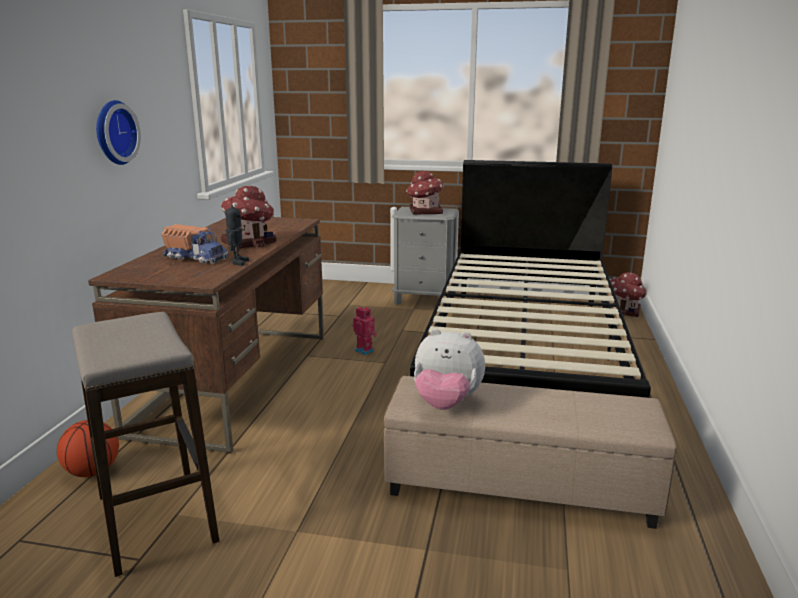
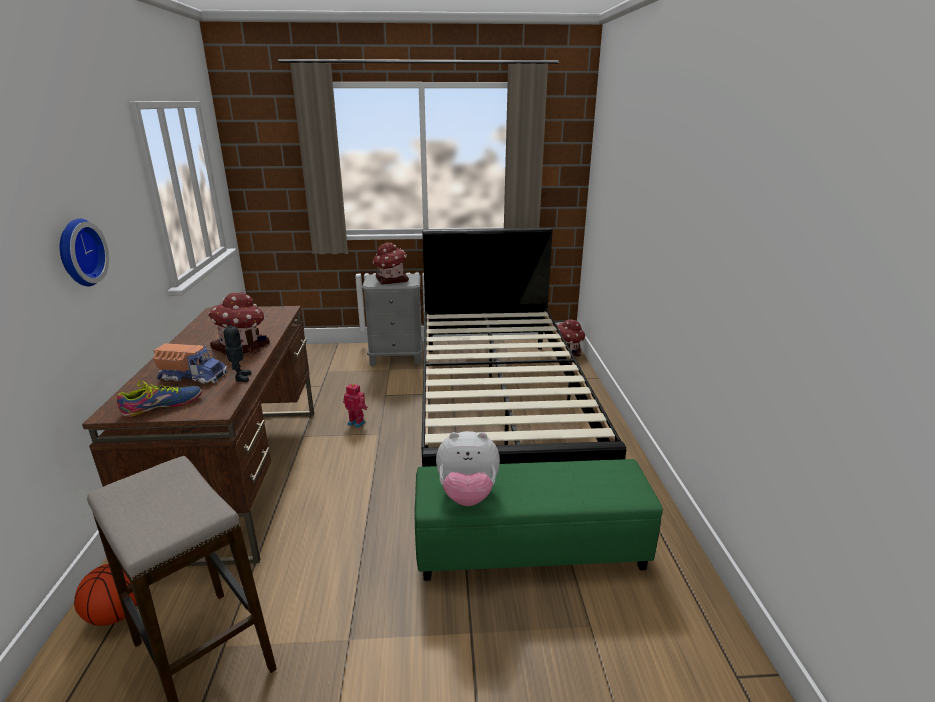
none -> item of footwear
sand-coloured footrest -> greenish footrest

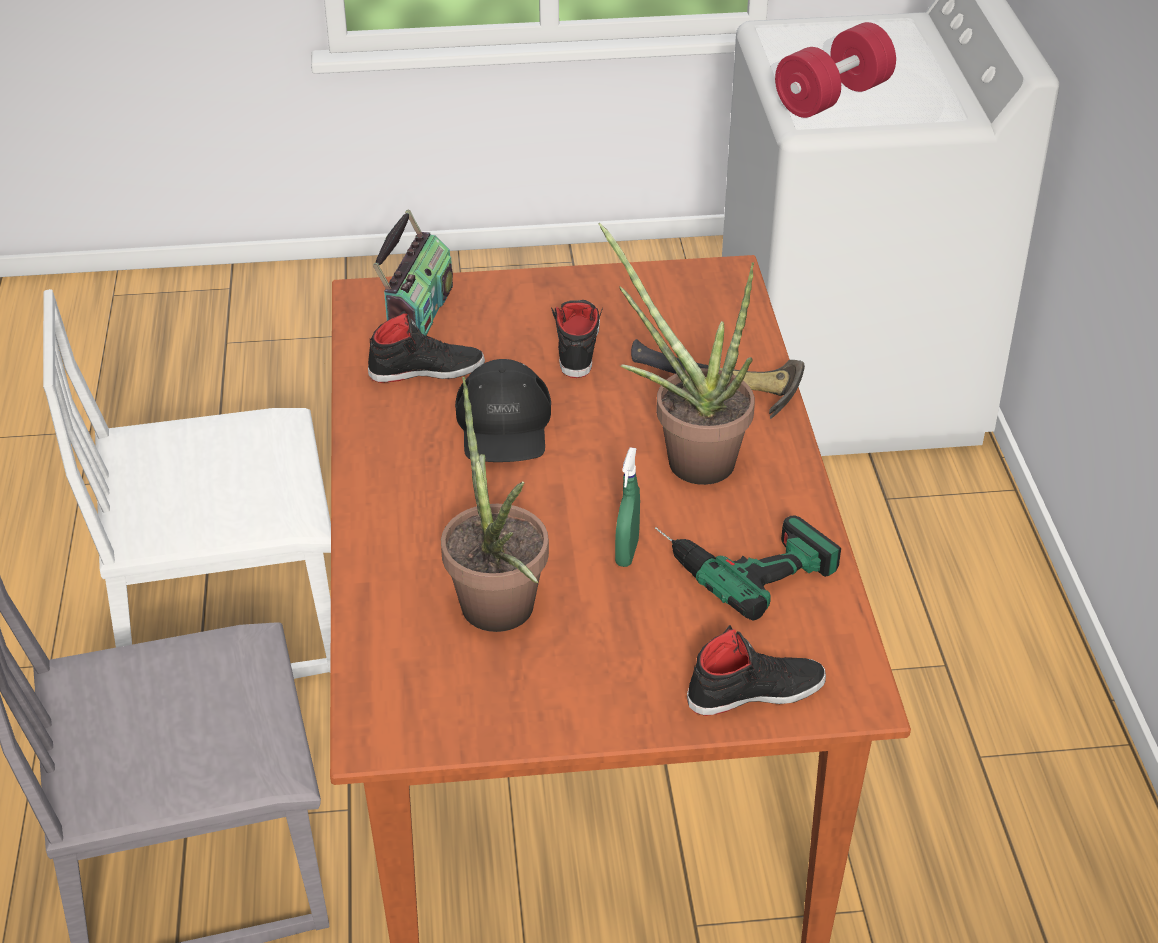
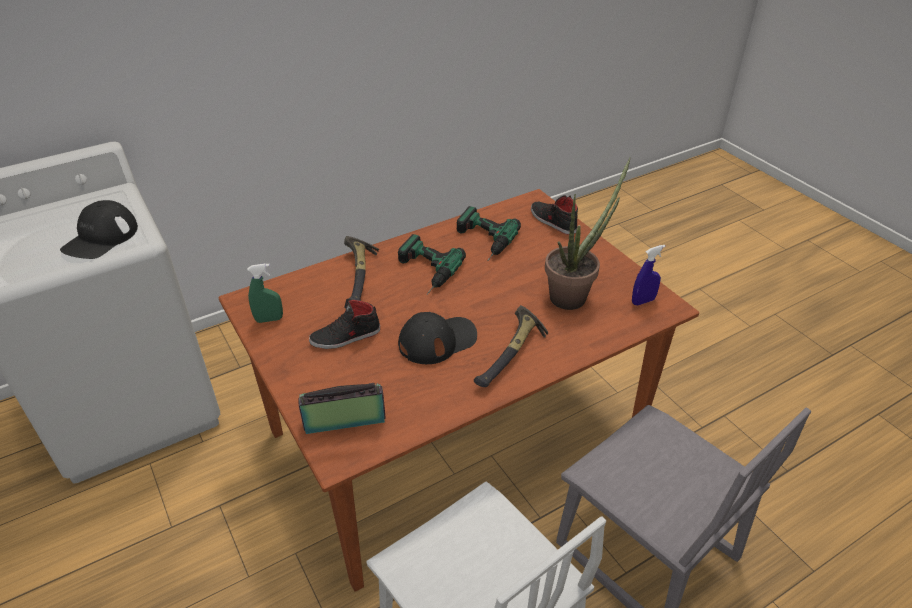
blackish item of footwear (no. 1 from left) -> none
none -> tool hammer (no. 2 from left)
none -> blue spray bottle
greenish spray bottle, relocated
potted plant (no. 2 from left) -> power drill (no. 1 from left)
red dumbbell -> blackish baseball cap (no. 1 from left)

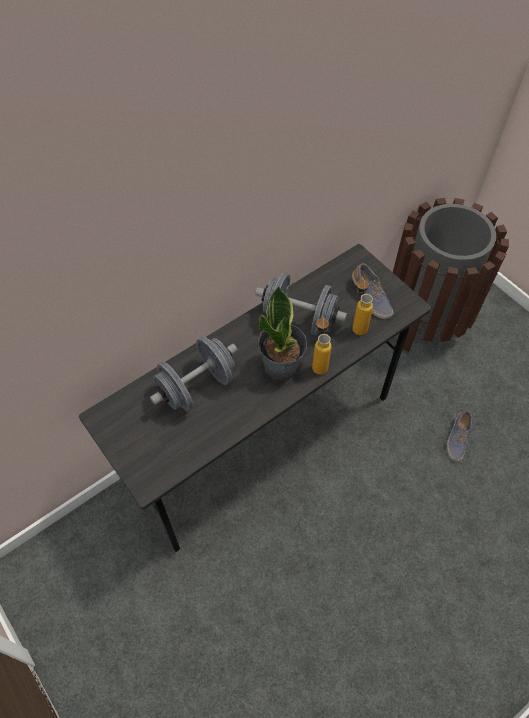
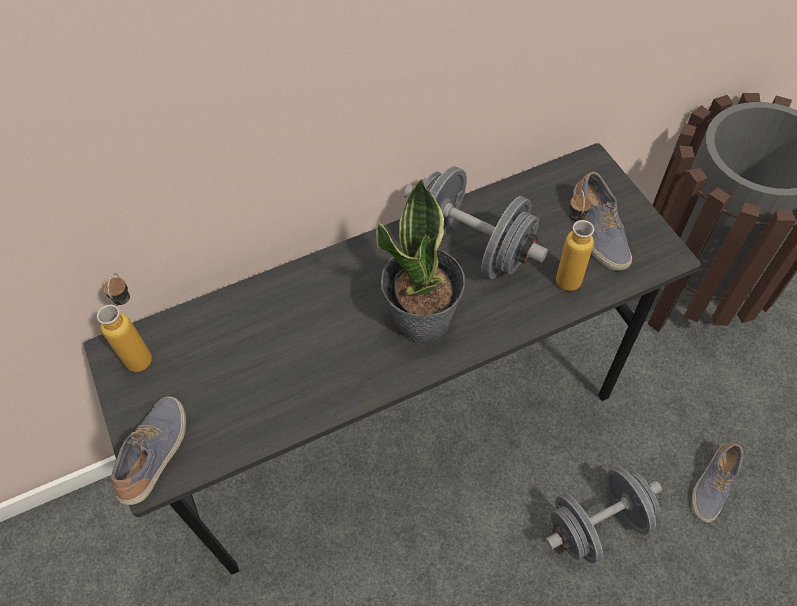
none -> item of footwear (no. 1 from left)
grey dumbbell (no. 1 from left in the first image) -> grey dumbbell (no. 2 from left), relocated
beverage bottle (no. 1 from left), relocated

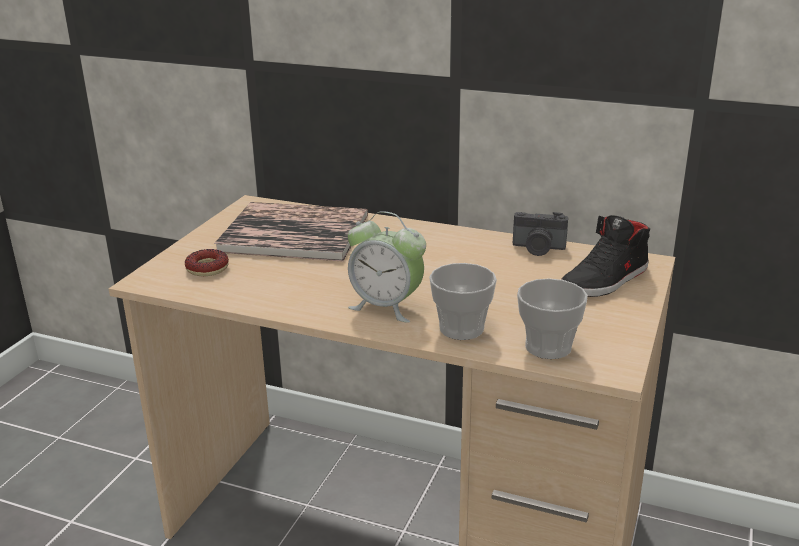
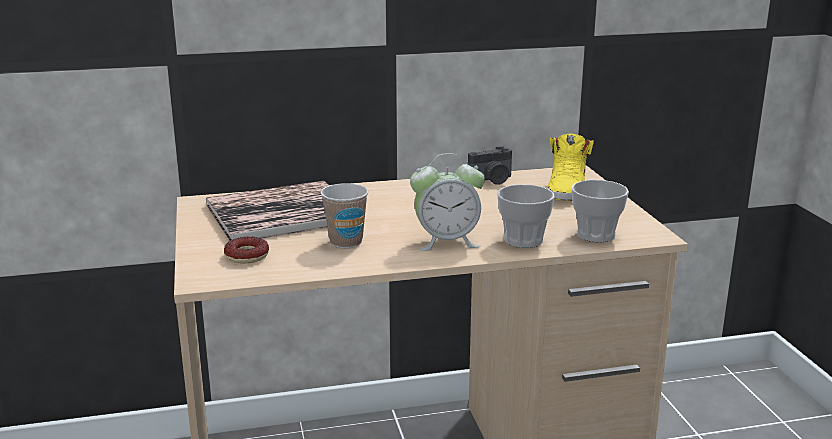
none -> drinking cup (no. 1 from left)
blackish item of footwear -> yellow item of footwear

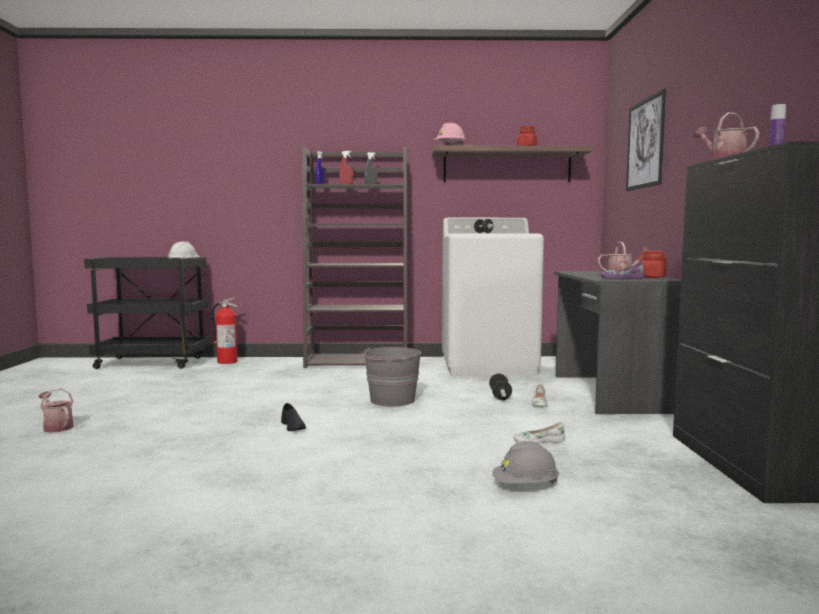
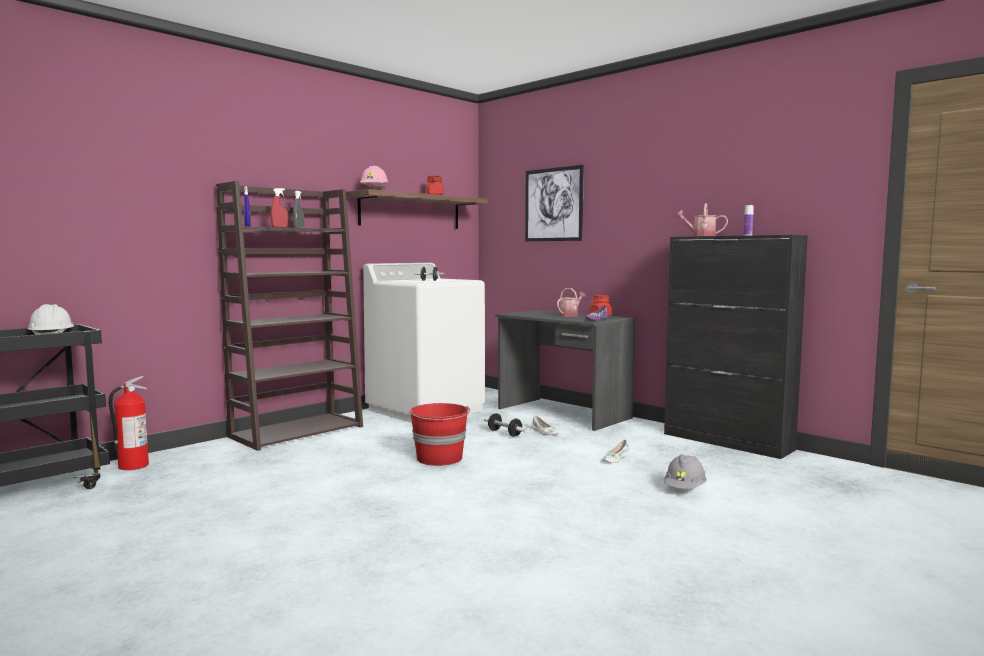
watering pot (no. 1 from left) -> none
blackish item of footwear -> none
grey water bucket -> red water bucket

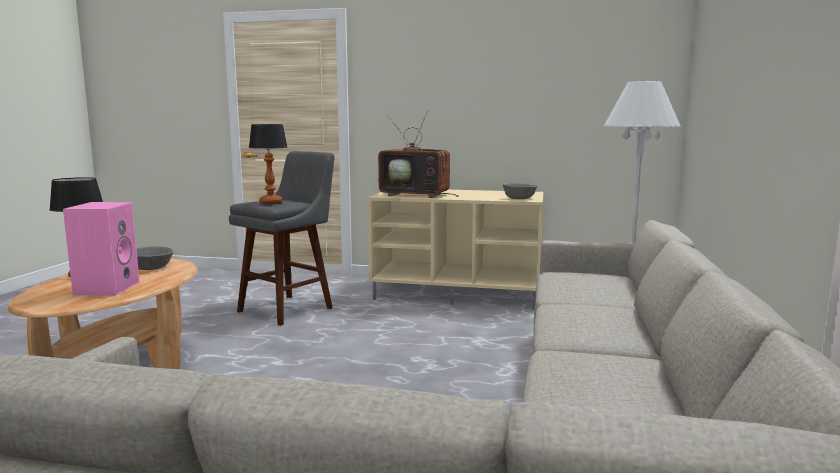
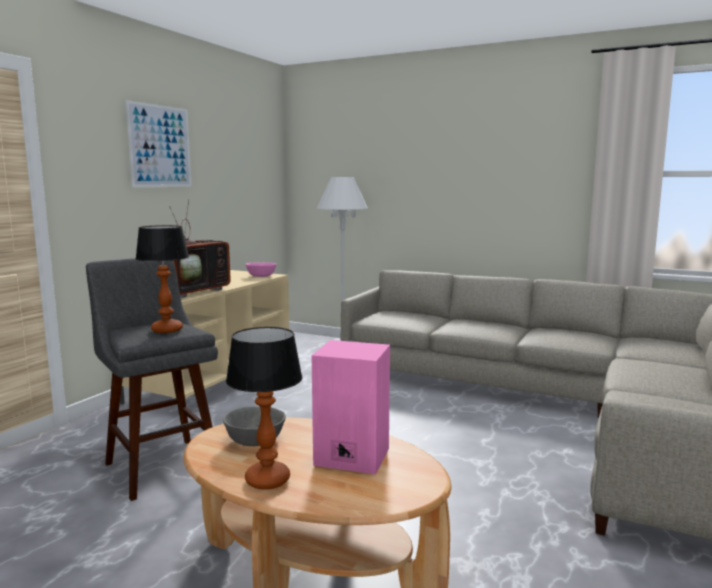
none -> picture
grey bowl (no. 2 from left) -> pink bowl

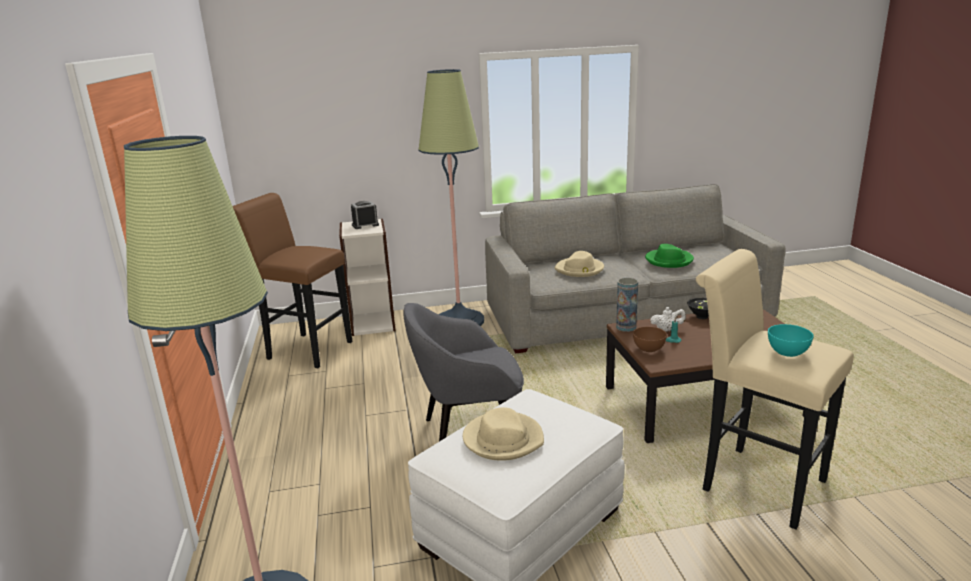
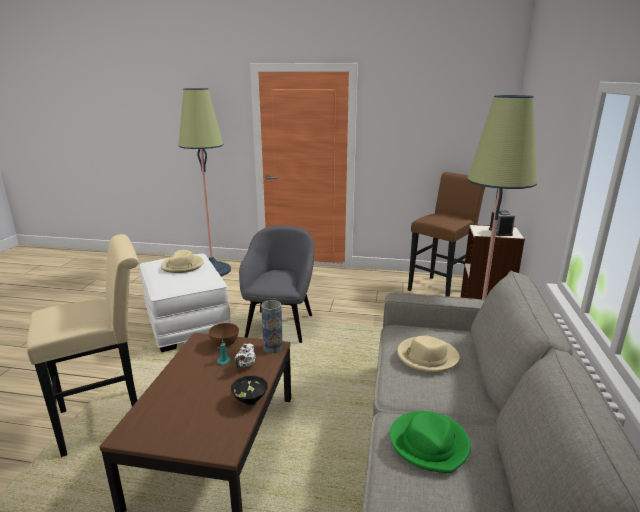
turquoise-coloured bowl -> none

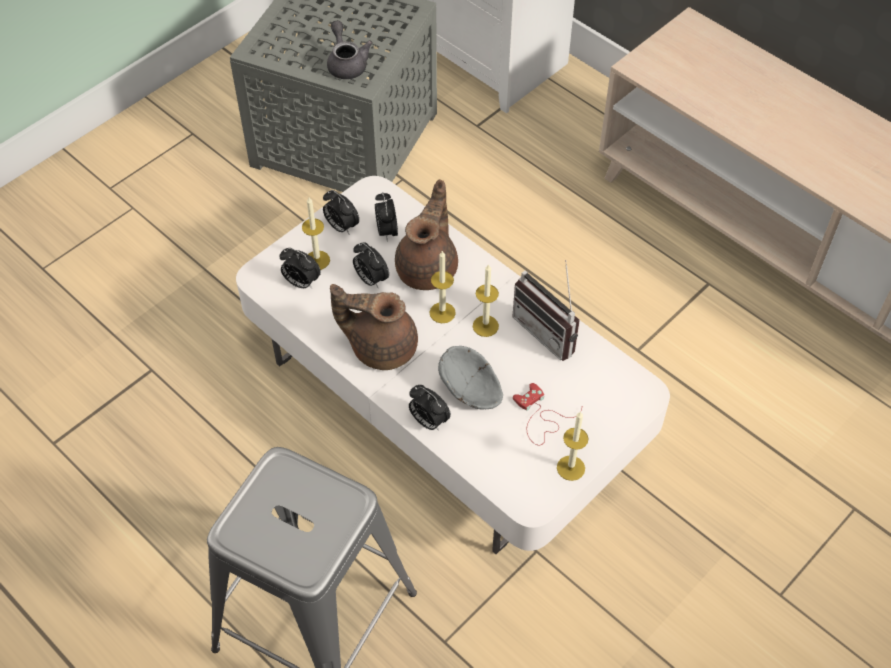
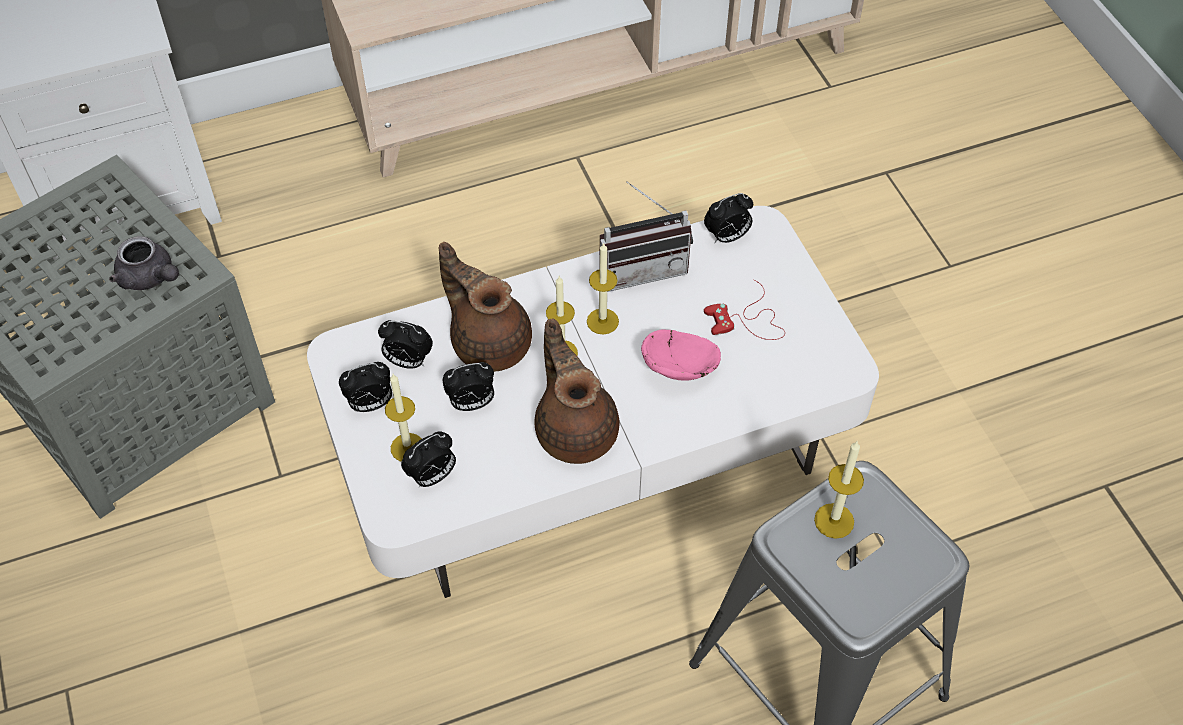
bedside clock (no. 5 from left), relocated
candle (no. 4 from left), relocated
grey bowl -> pink bowl
grey tea pot, 150 degrees counterclockwise
brown-coloured tea pot (no. 1 from left in the first image) -> brown-coloured tea pot (no. 2 from left), 120 degrees clockwise

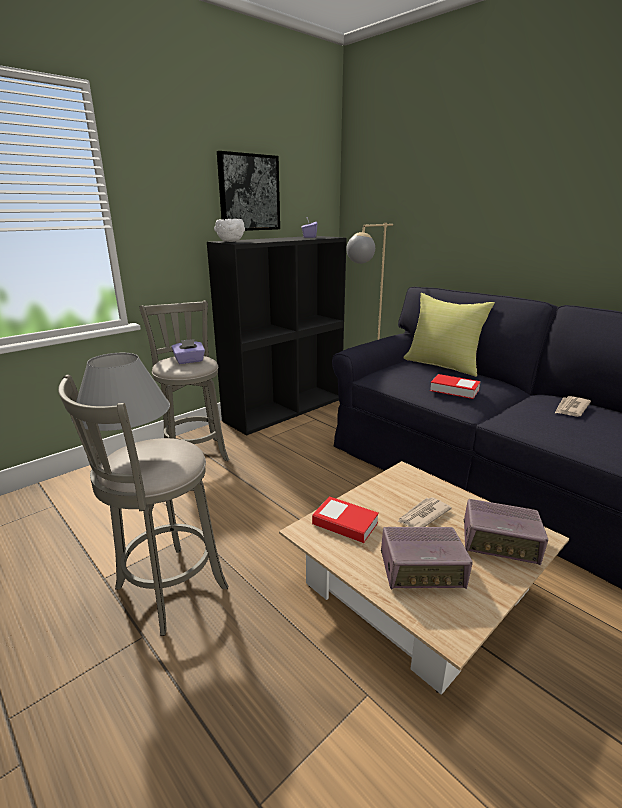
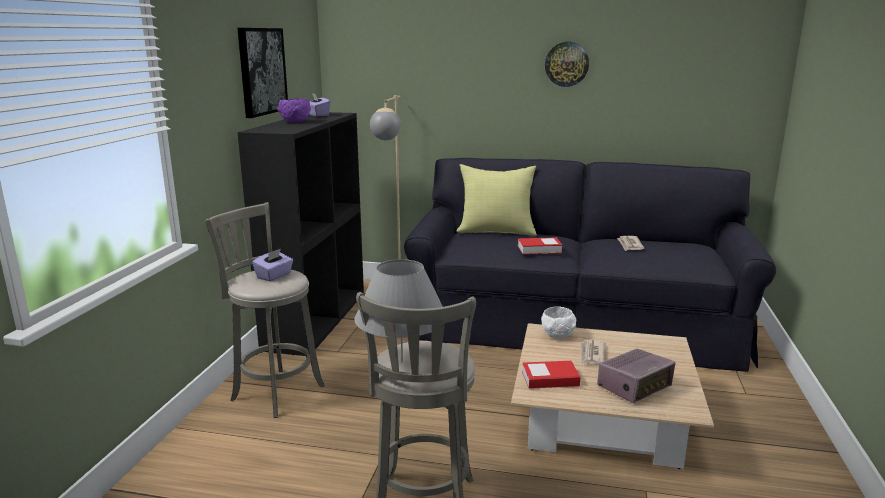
radio receiver (no. 2 from left) -> none
none -> purplish bowl
none -> wall clock
white-coloured bowl, relocated

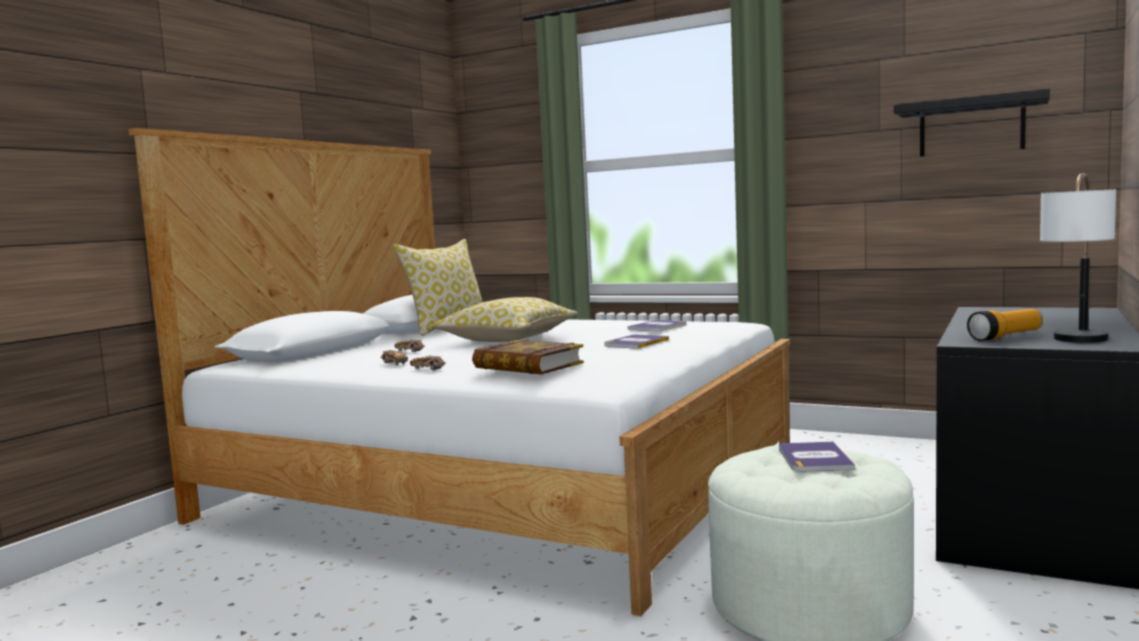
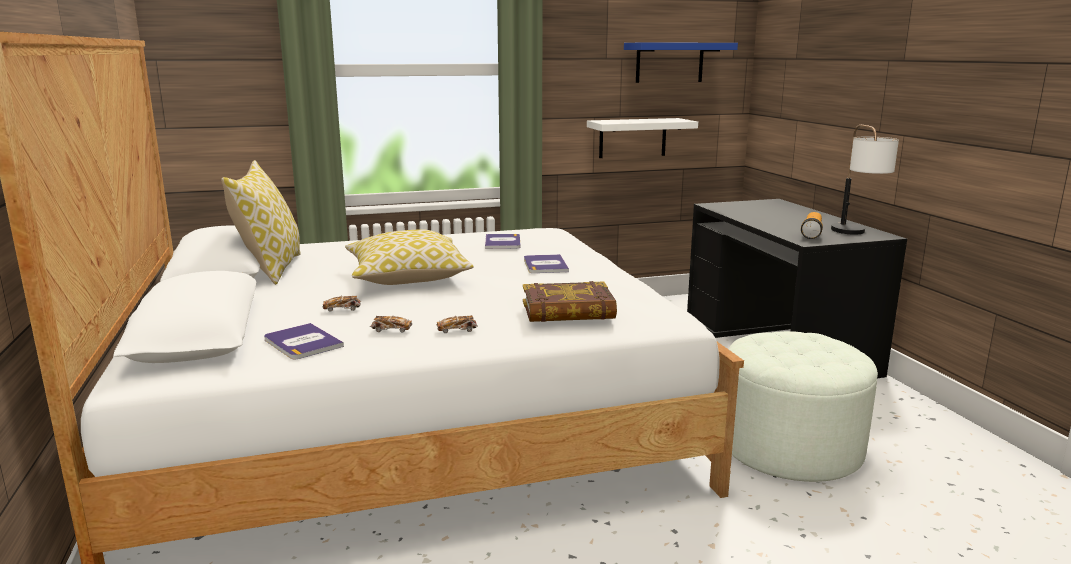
none -> white-coloured bracket shelf
volume (no. 4 from left in the first image) -> volume (no. 1 from left), relocated
blackish bracket shelf -> blue bracket shelf

